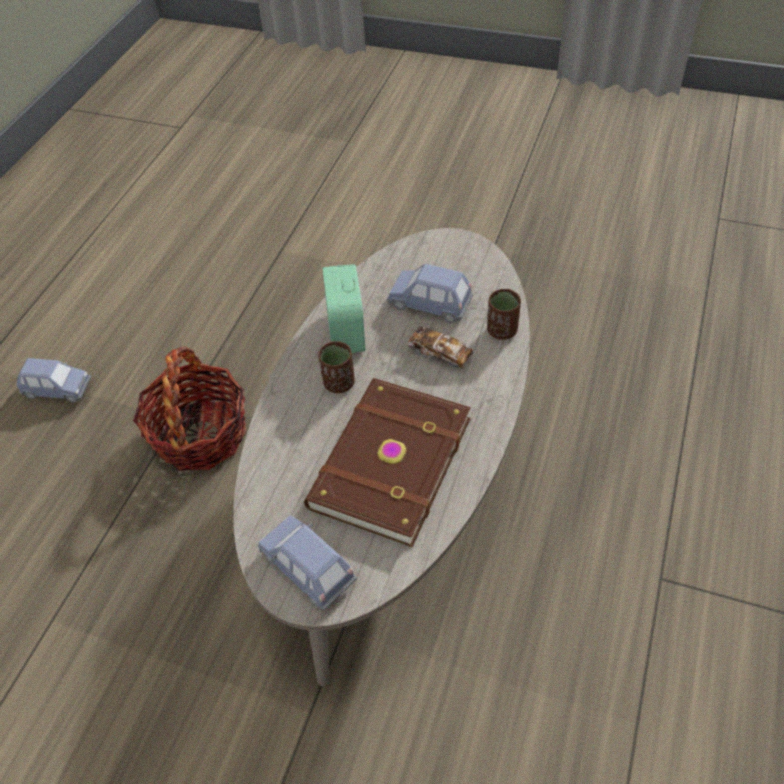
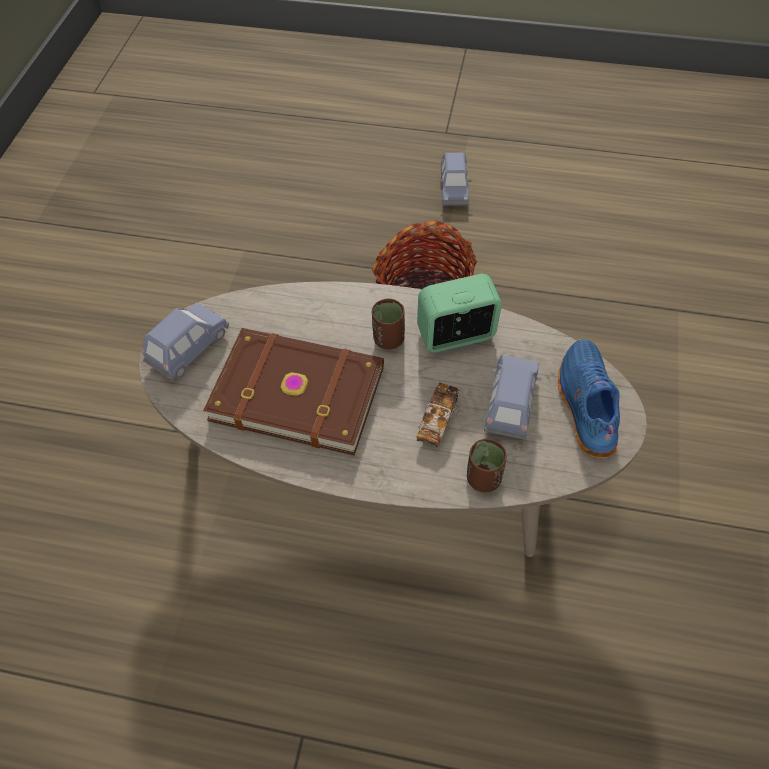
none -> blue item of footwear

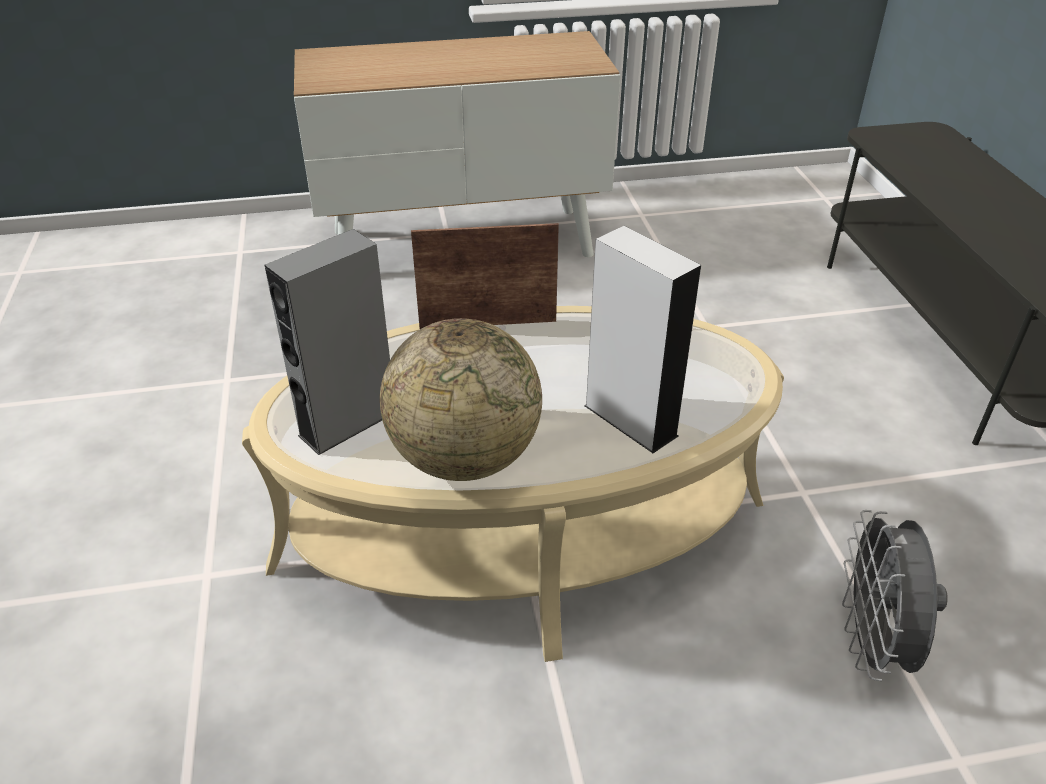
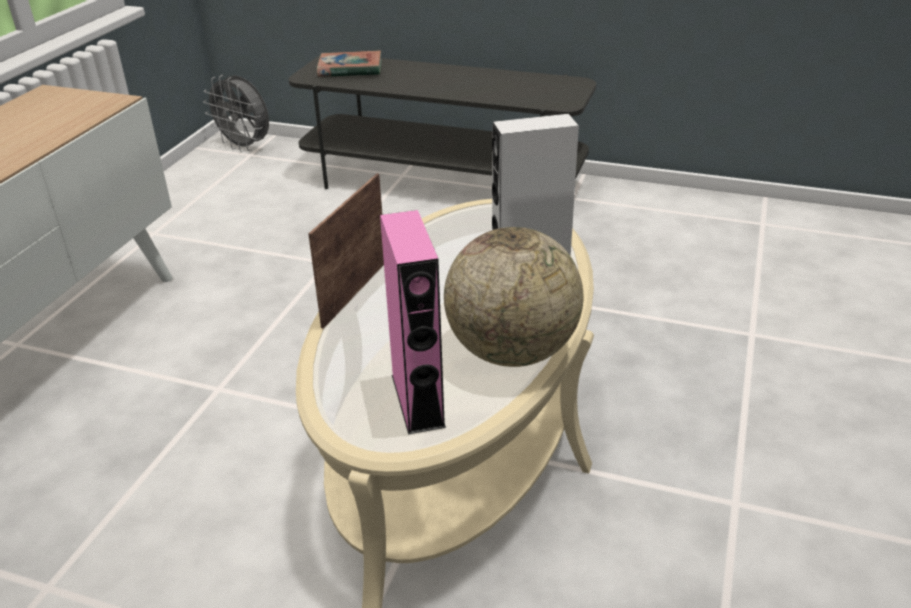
none -> volume
grey electric fan, relocated
grey audio speaker (no. 1 from left) -> pink audio speaker

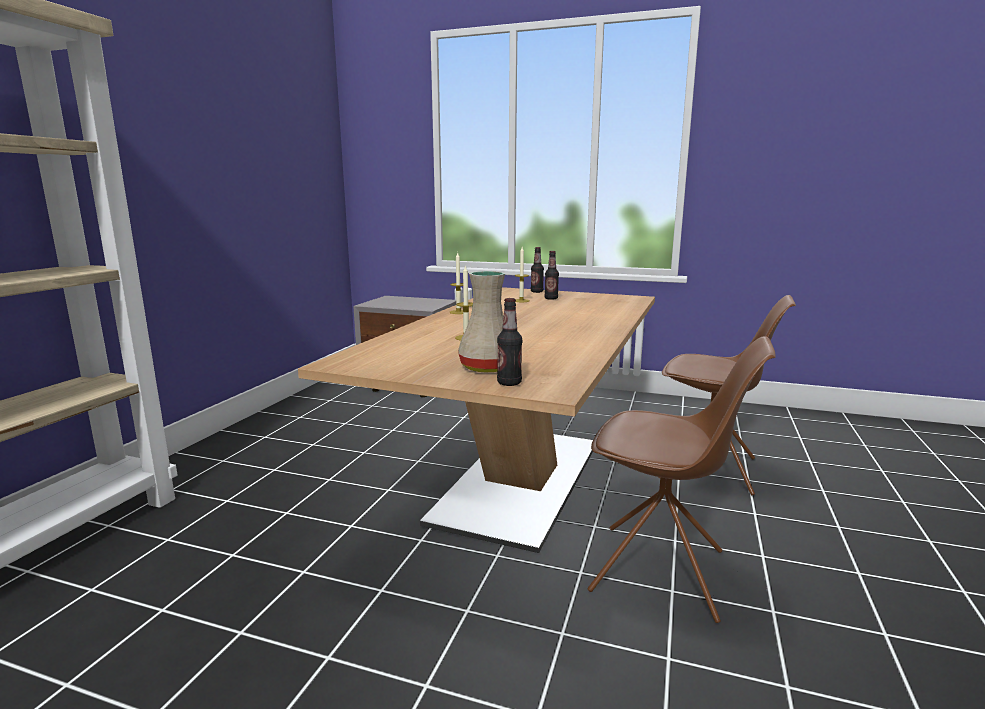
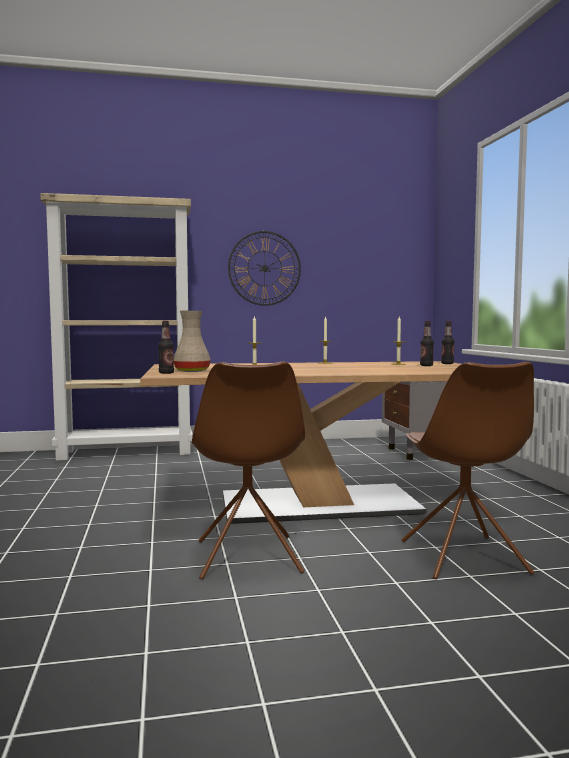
none -> wall clock

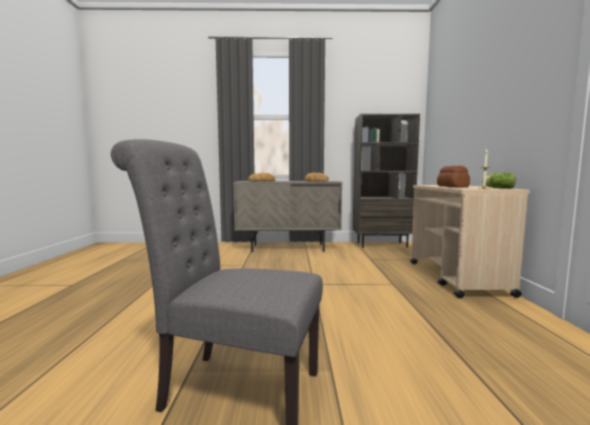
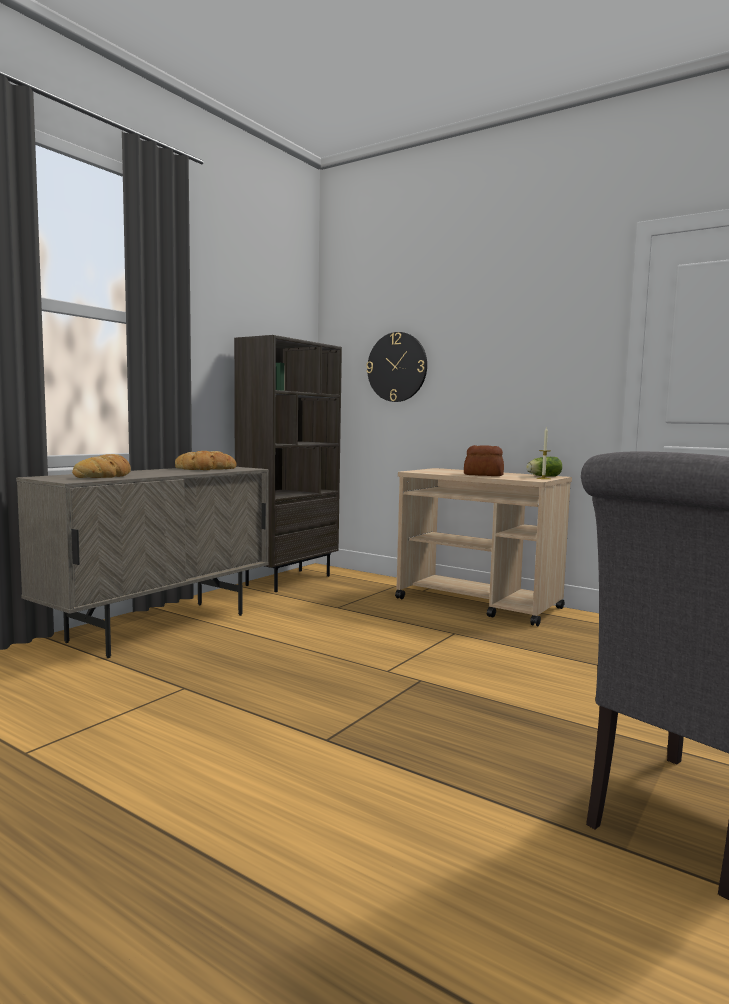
none -> wall clock

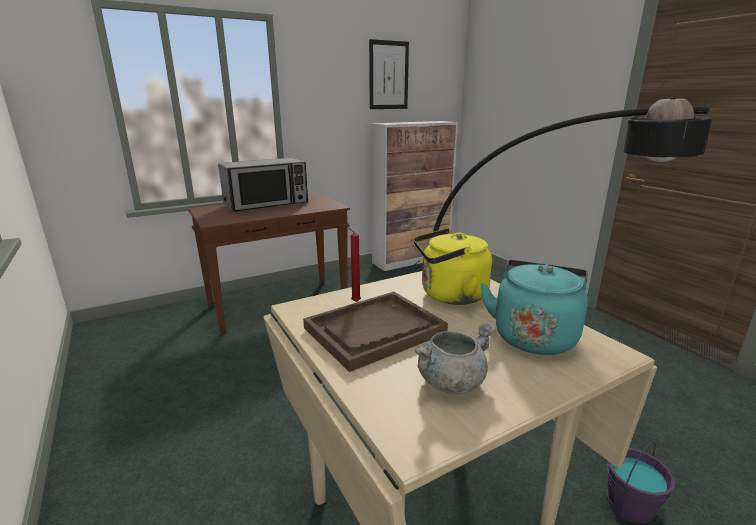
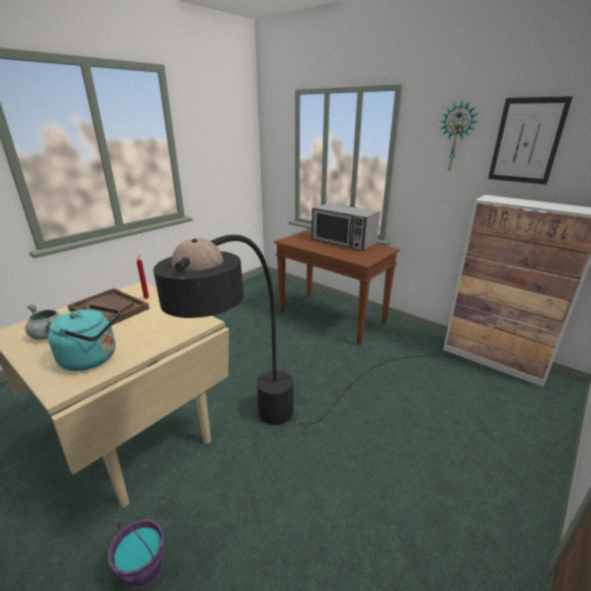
yellow tea kettle -> none
none -> wall clock

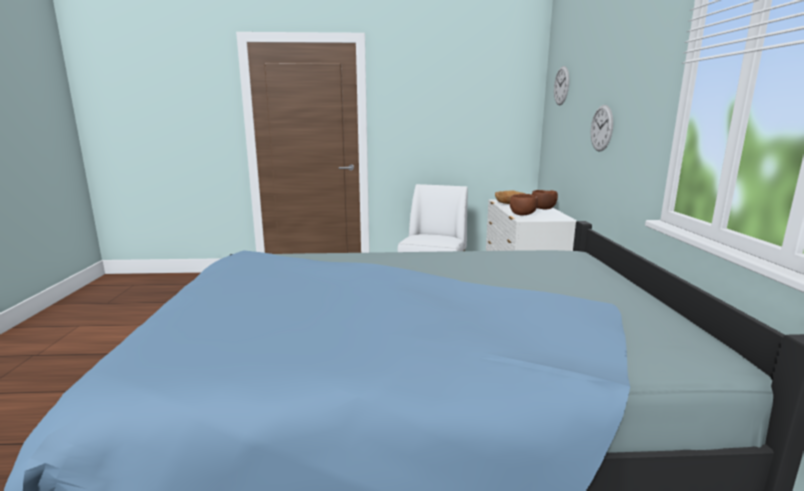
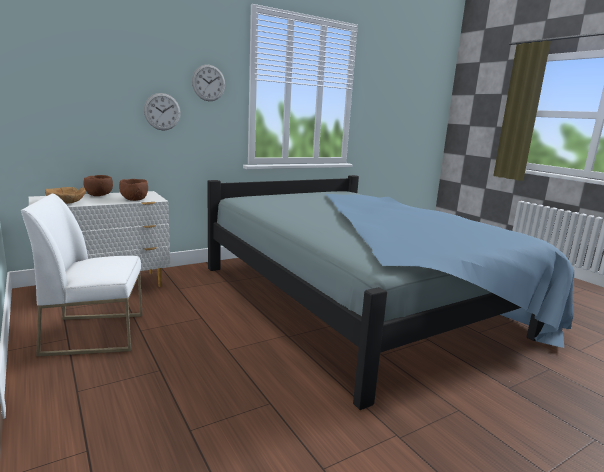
wall clock (no. 1 from left in the first image) -> wall clock (no. 2 from left), relocated

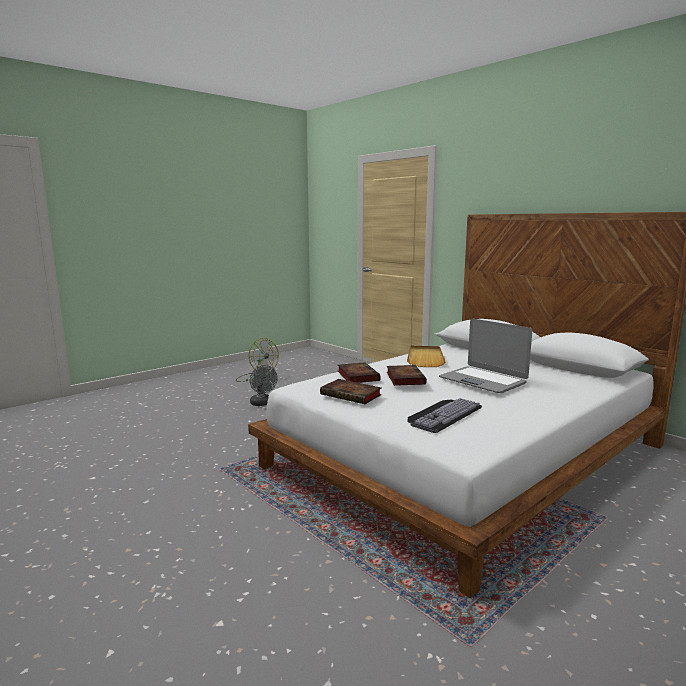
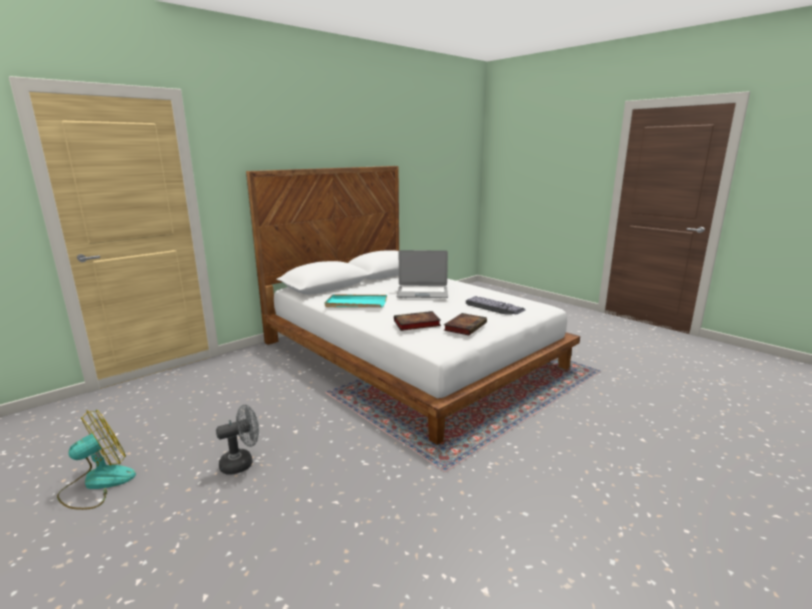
volume (no. 3 from left) -> none
sand-coloured carrying tray -> turquoise-coloured carrying tray
portable computer, 45 degrees clockwise

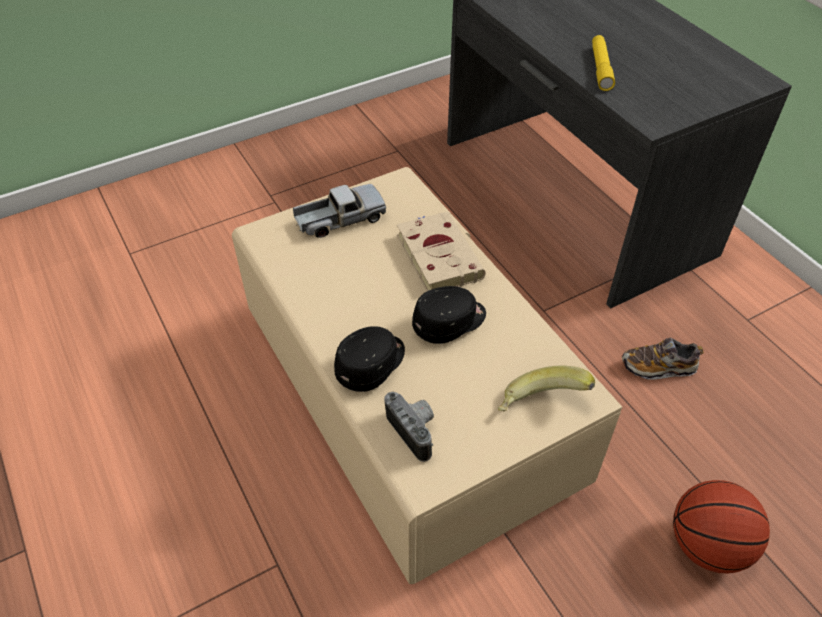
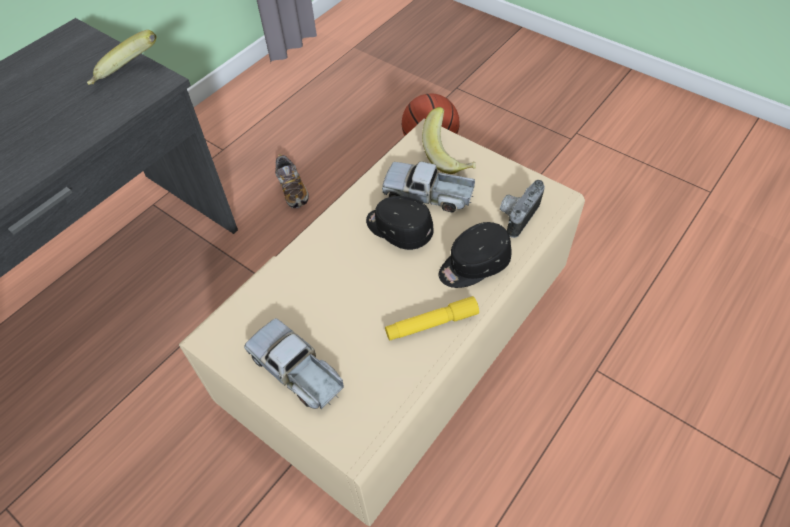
sand-coloured volume -> none
none -> banana (no. 1 from left)
none -> toy truck (no. 2 from left)
yellow flashlight, relocated
blackish baseball cap (no. 1 from left in the first image) -> blackish baseball cap (no. 2 from left), 45 degrees counterclockwise

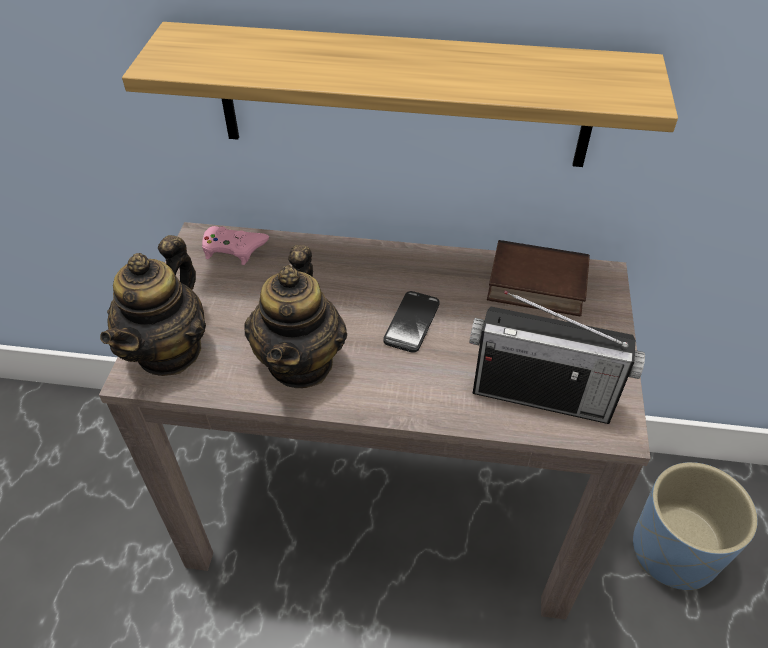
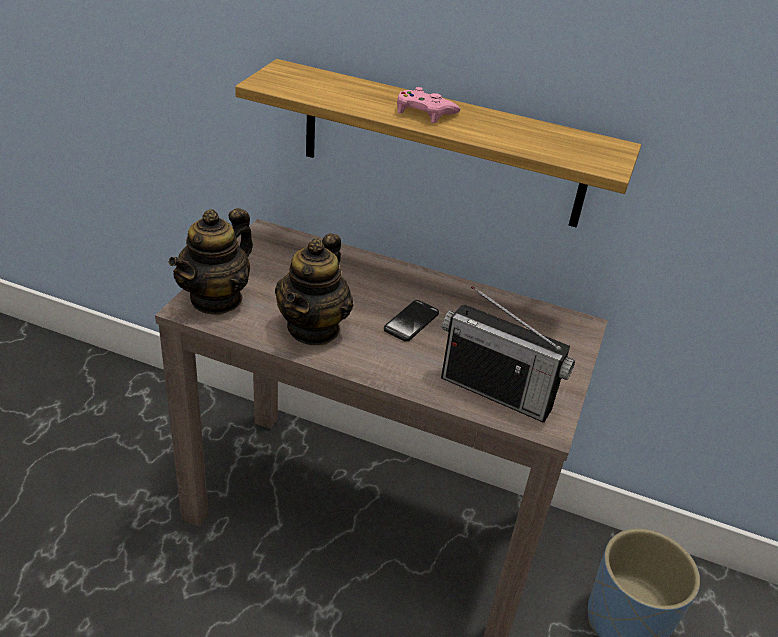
volume -> none
pink game controller, relocated

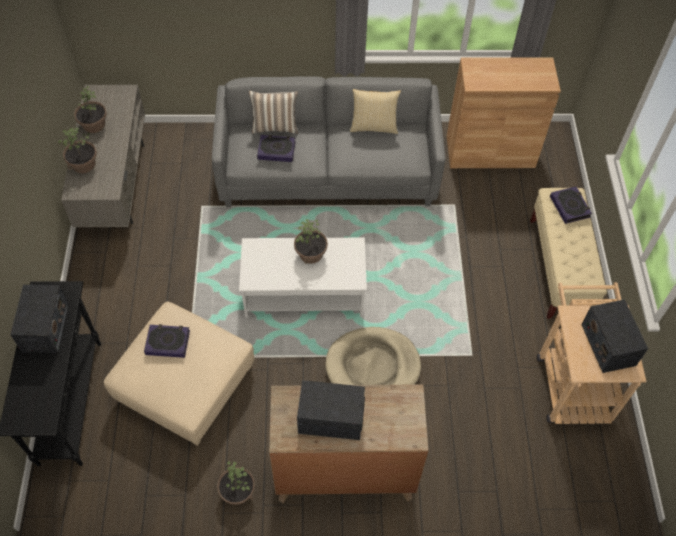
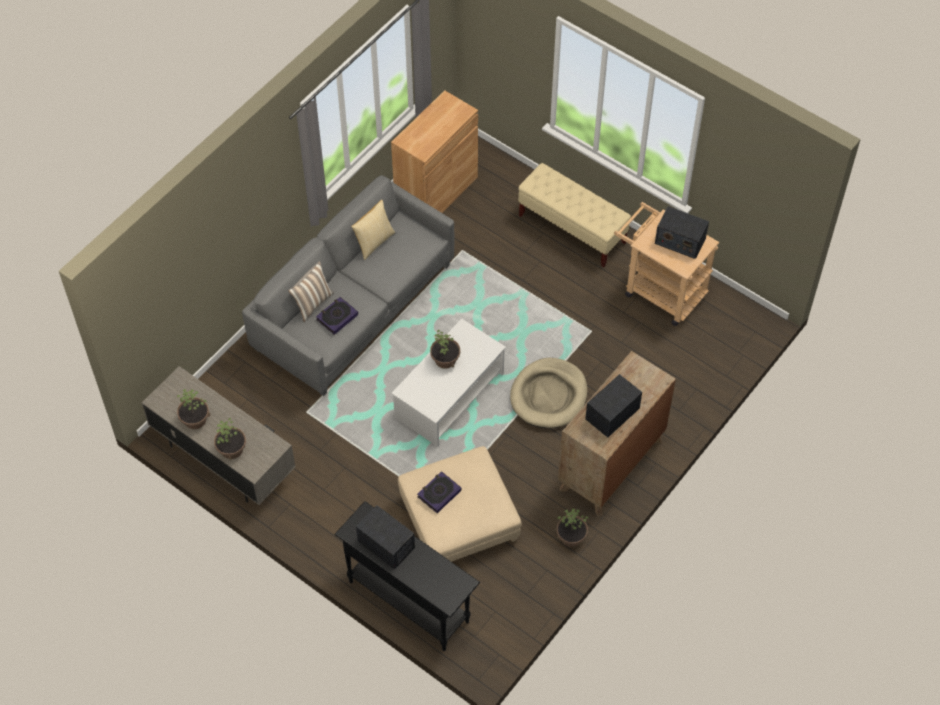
volume (no. 3 from left) -> none

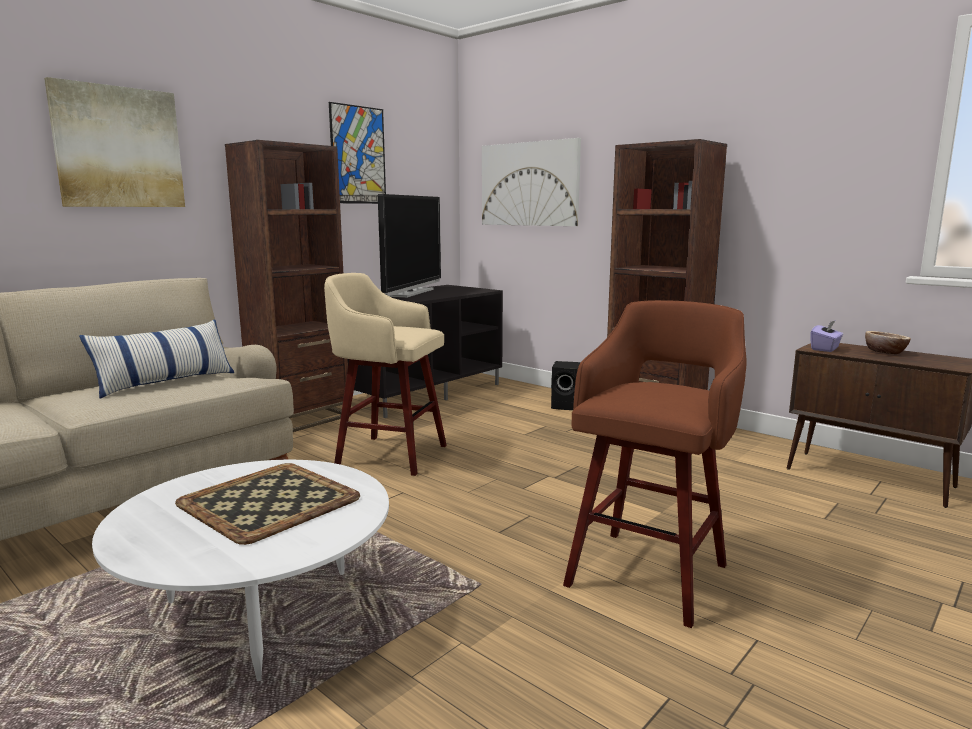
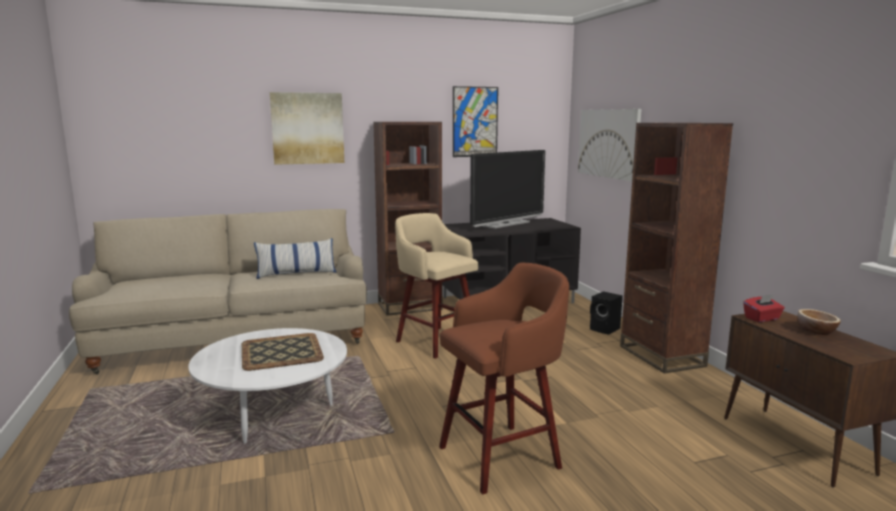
purplish tissue holder -> red tissue holder

